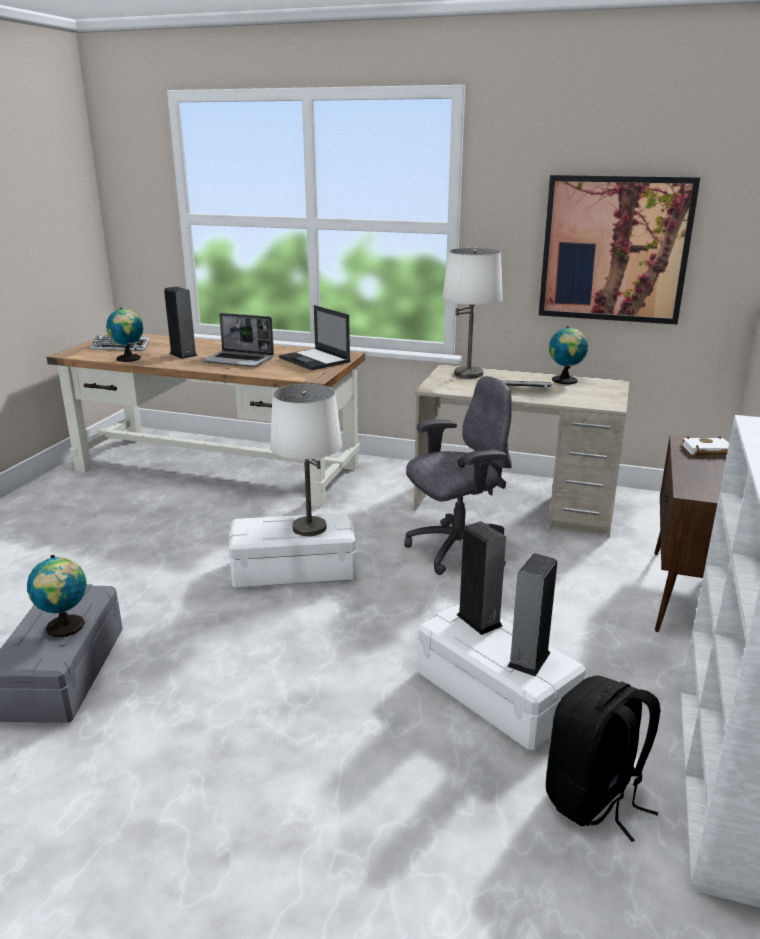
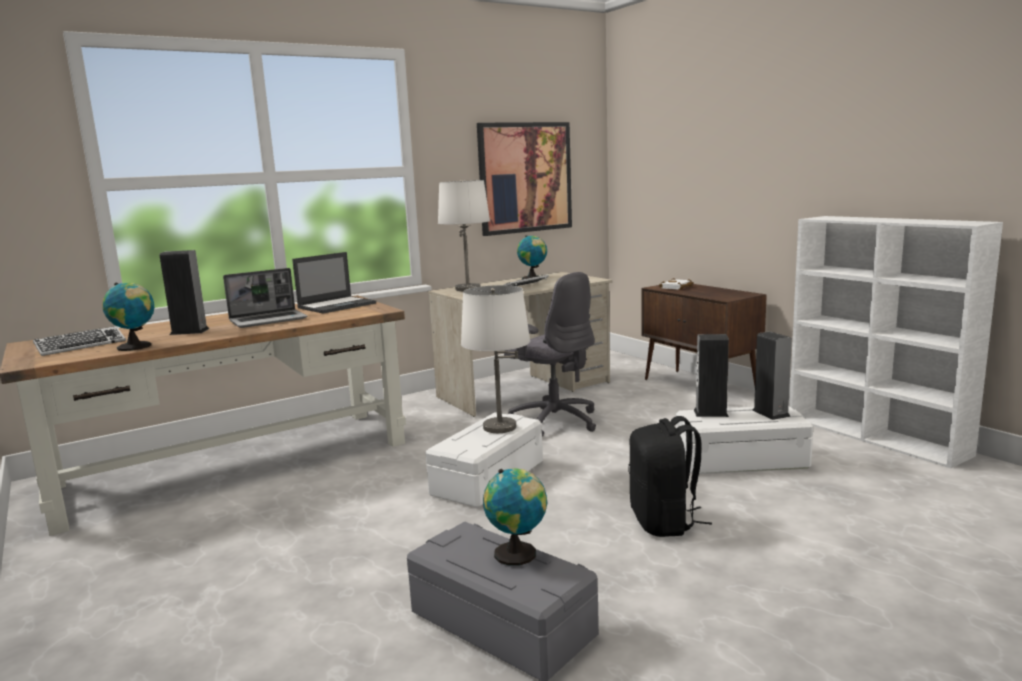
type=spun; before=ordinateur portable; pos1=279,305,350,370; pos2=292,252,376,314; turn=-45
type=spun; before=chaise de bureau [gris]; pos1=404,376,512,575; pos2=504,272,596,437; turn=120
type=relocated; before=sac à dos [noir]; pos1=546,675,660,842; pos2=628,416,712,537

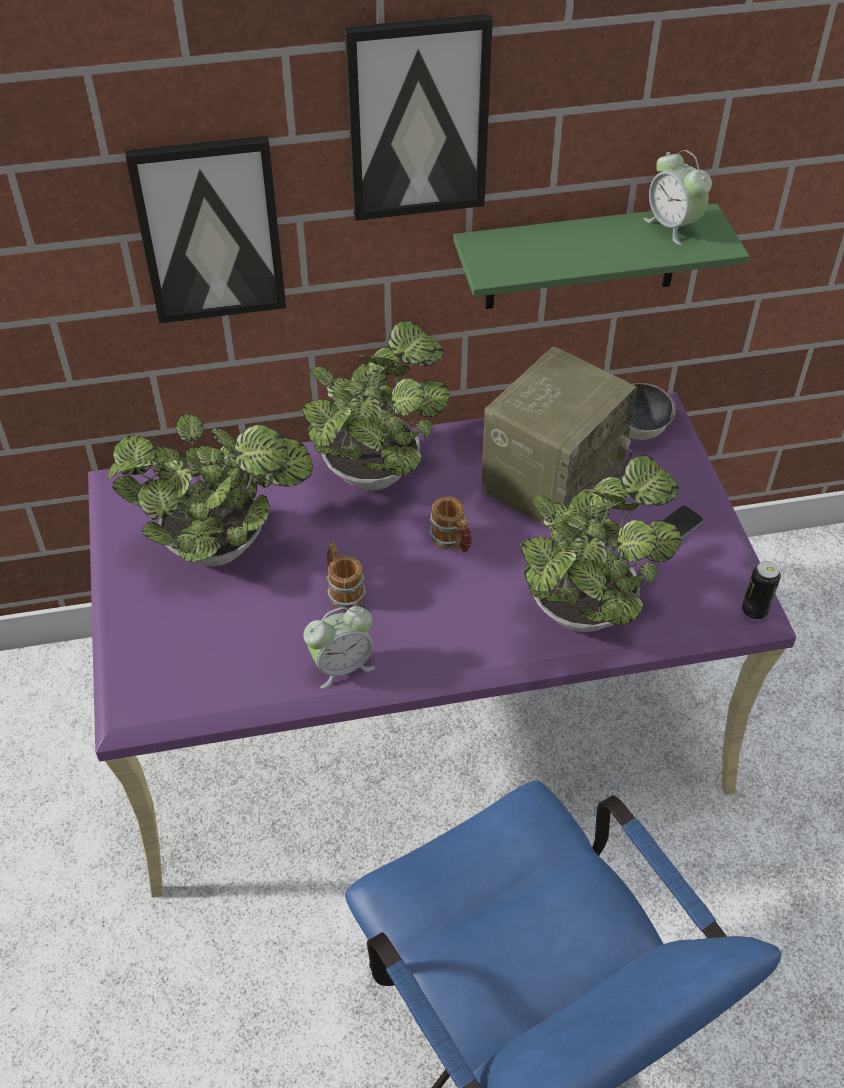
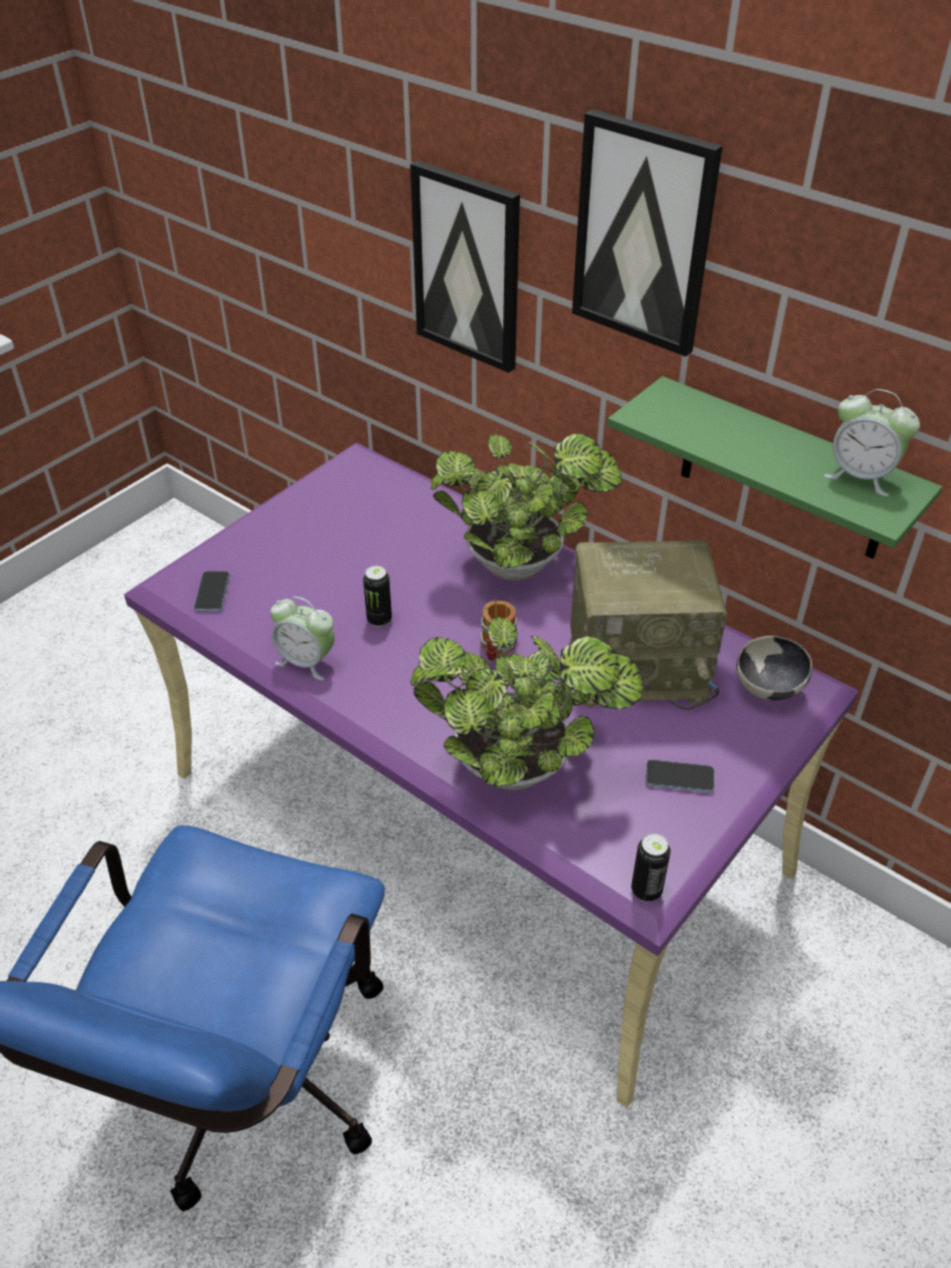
type=appeared; after=téléphone; pos2=194,571,230,612
type=exchanged; before=mug; after=boîte métallique; pos1=326,543,367,611; pos2=363,566,392,627
type=spun; before=réveil; pos1=644,150,712,245; pos2=824,389,920,496; turn=-75
type=missing; before=plante en pot; pos1=108,414,313,566

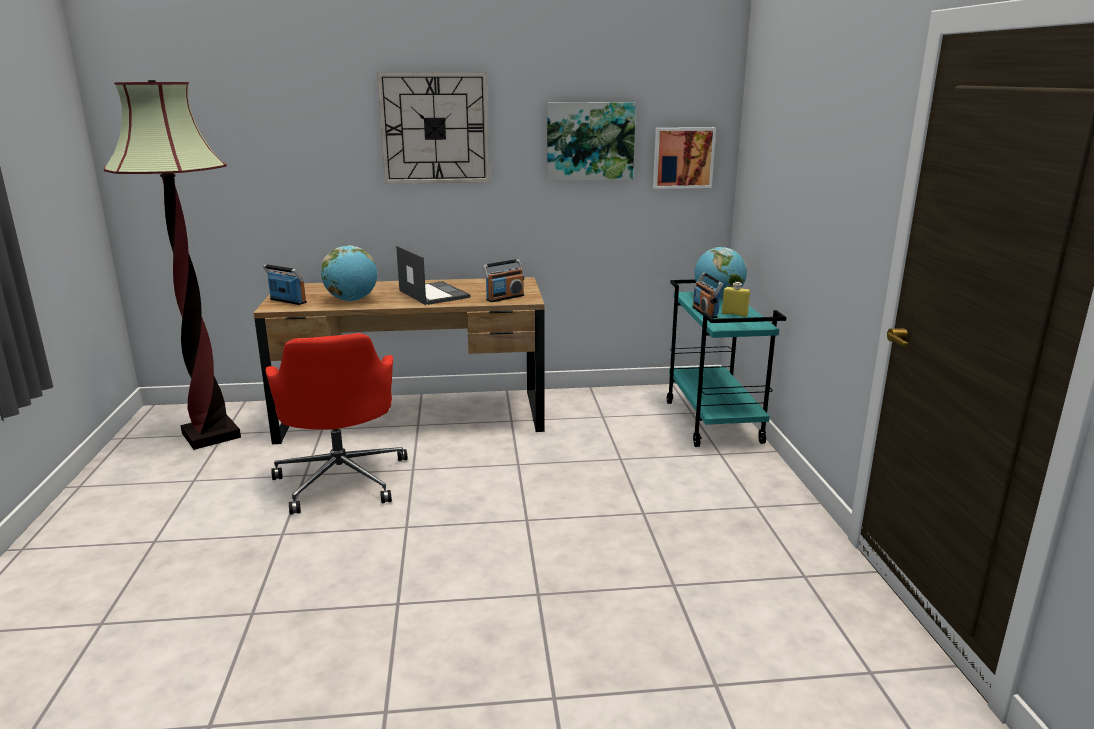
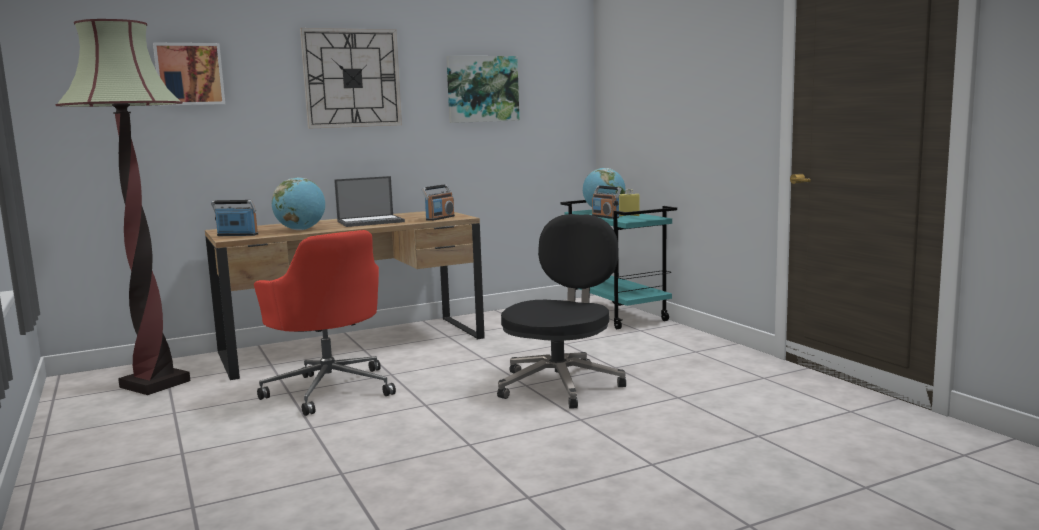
type=relocated; before=tableau; pos1=653,127,716,189; pos2=153,42,225,106
type=spun; before=ordinateur portable; pos1=396,246,470,305; pos2=334,176,405,227; turn=120
type=appeared; after=chaise de bureau [noir]; pos2=497,214,626,409

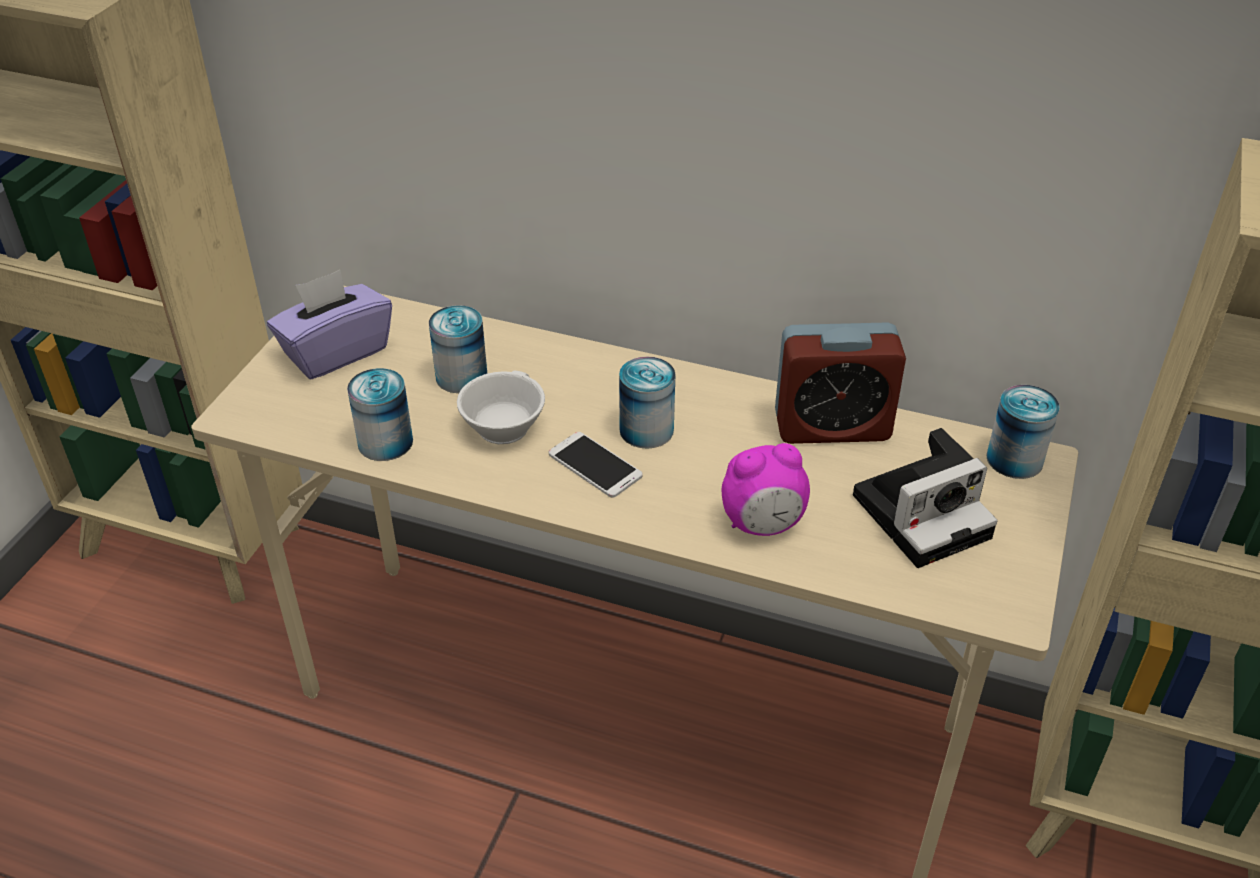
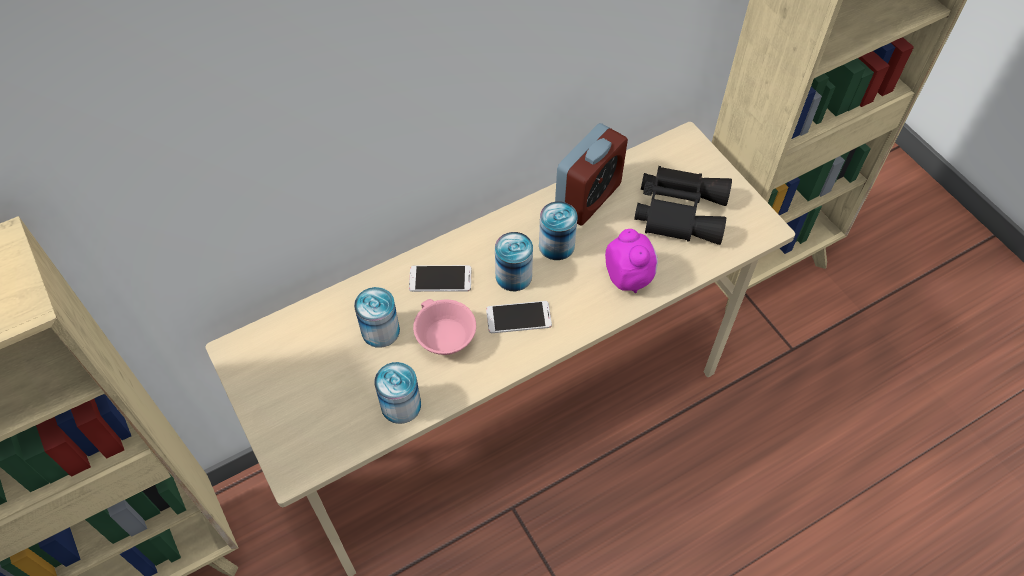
type=appeared; after=téléphone; pos2=409,265,471,292
type=colour; before=tasse [blanc]; after=tasse [rose]; pos1=457,371,545,444; pos2=413,299,476,355
type=relocated; before=boîte métallique; pos1=986,385,1060,479; pos2=539,201,578,260
type=spun; before=réveil; pos1=722,443,810,536; pos2=605,229,658,293; turn=-45
type=exchanged; before=appareil photo; after=jumelles [noir]; pos1=853,428,998,568; pos2=634,166,732,245
type=missing; before=boîte à mouchoirs [violet]; pos1=267,270,392,379

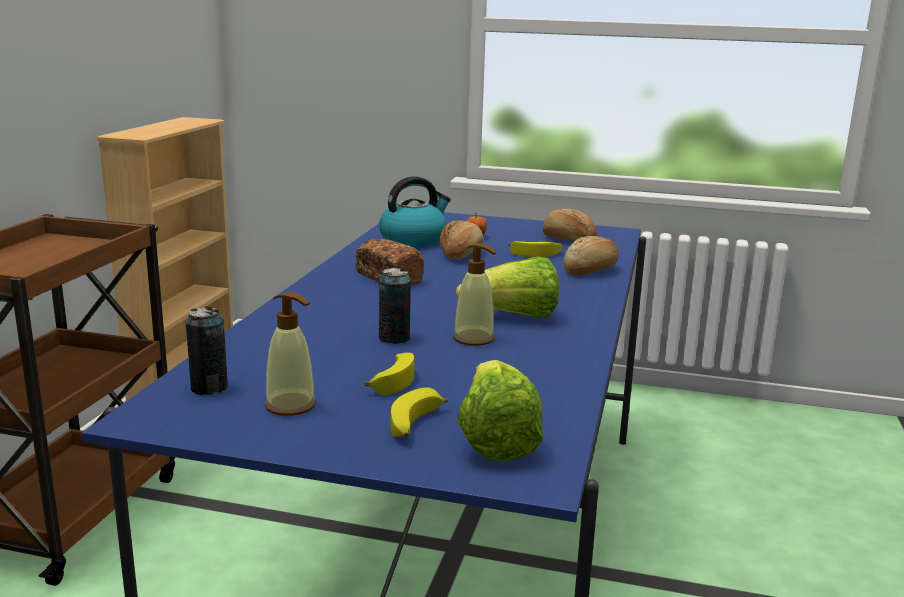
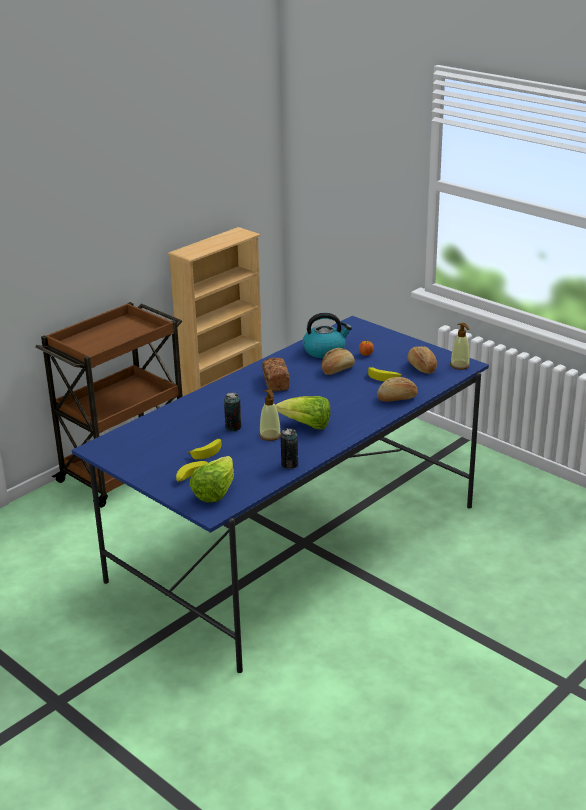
type=relocated; before=boîte métallique; pos1=186,306,228,395; pos2=281,428,298,469
type=relocated; before=distributeur de savon; pos1=265,292,316,416; pos2=450,323,470,370

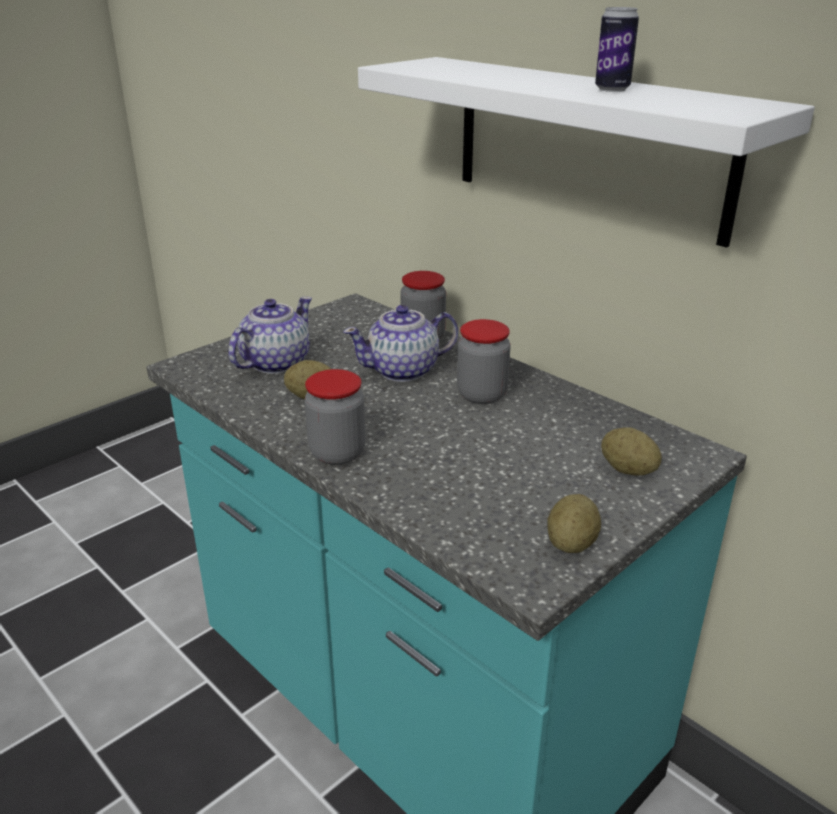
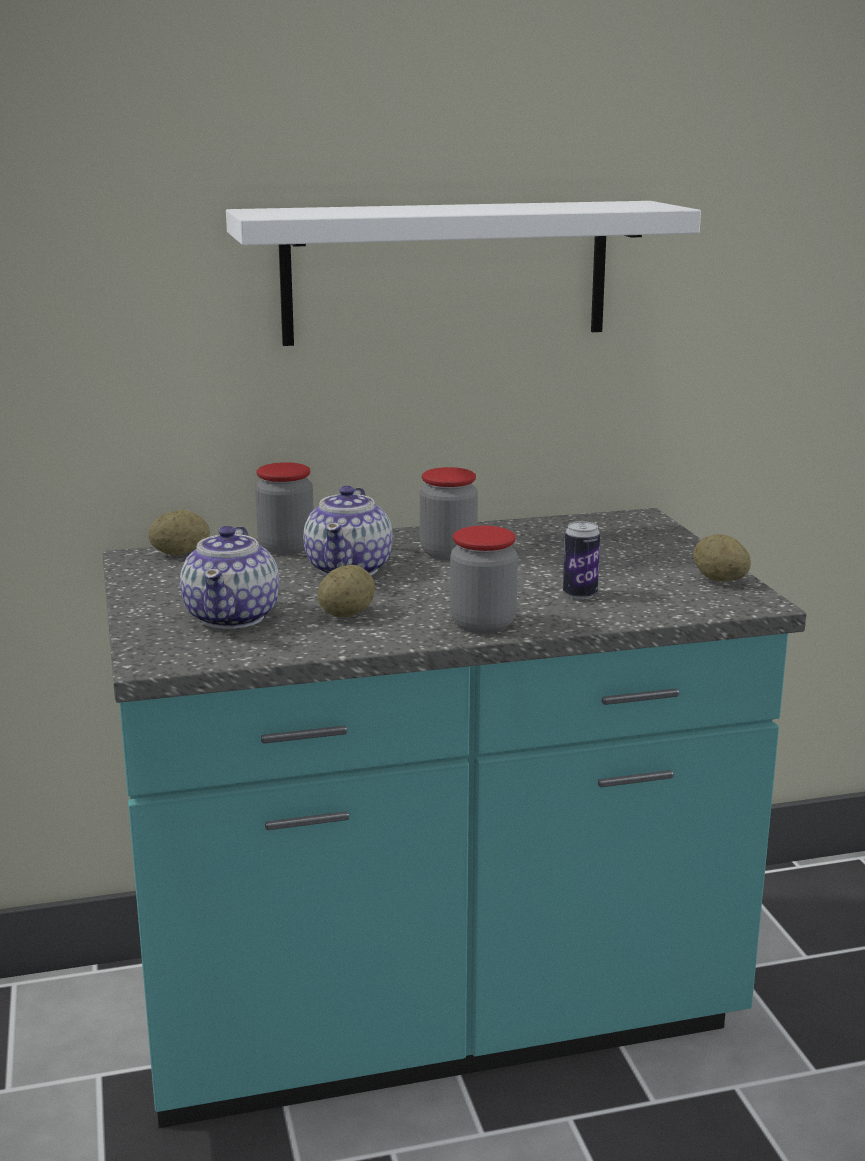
type=relocated; before=pomme de terre; pos1=601,427,662,476; pos2=148,510,210,556
type=spun; before=théière; pos1=228,297,312,374; pos2=180,526,279,629; turn=-150
type=relocated; before=boîte métallique; pos1=595,7,639,92; pos2=563,521,600,600

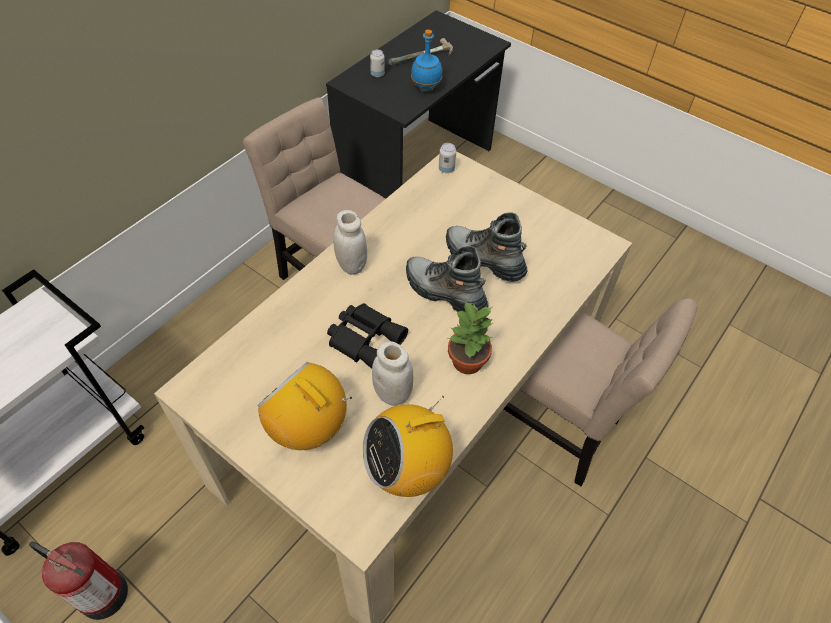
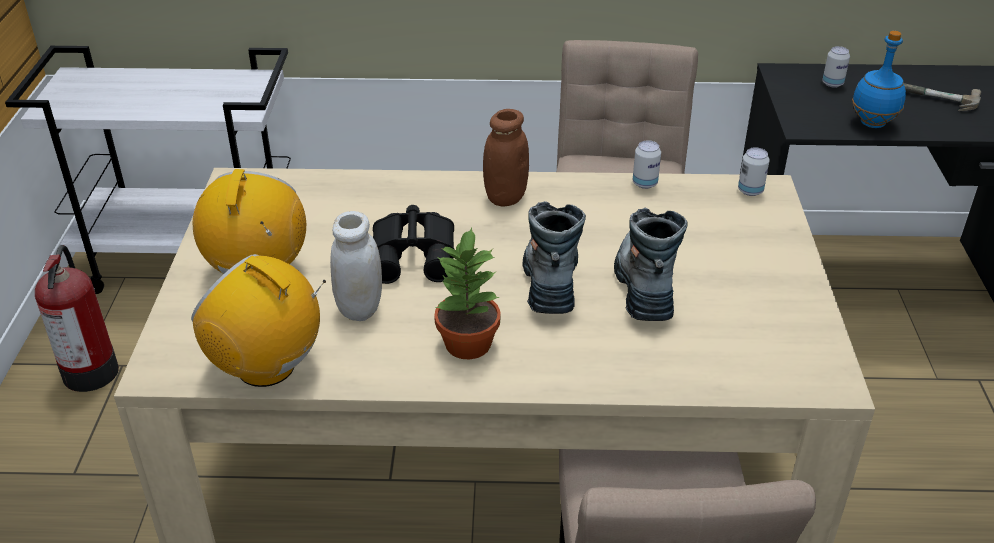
type=colour; before=bocal [blanc]; after=bocal [marron]; pos1=333,210,367,275; pos2=483,109,529,206
type=appeared; after=boîte métallique; pos2=633,140,661,189

